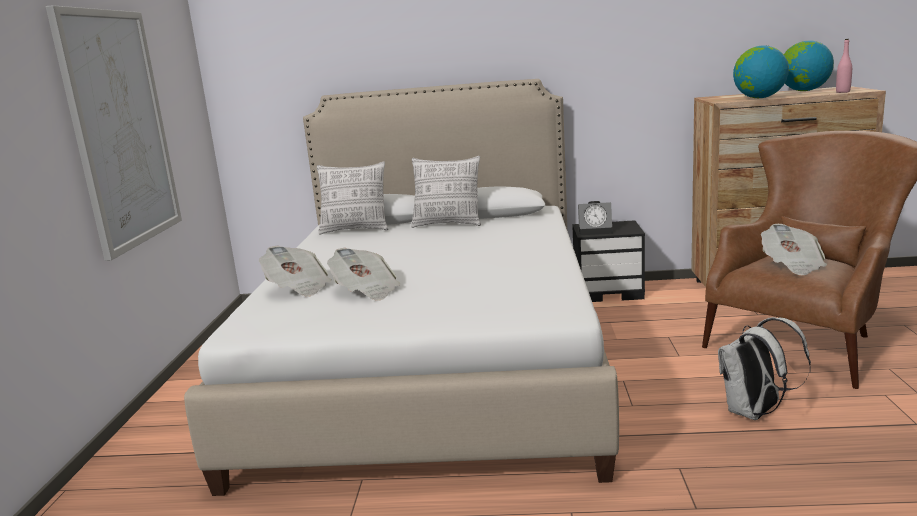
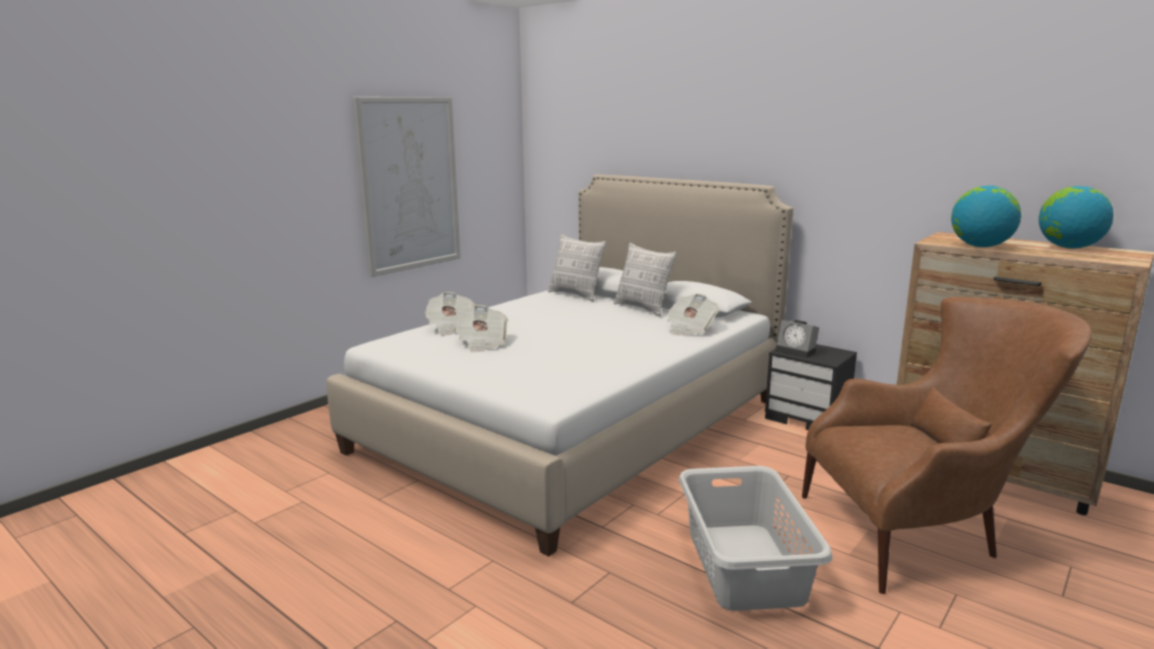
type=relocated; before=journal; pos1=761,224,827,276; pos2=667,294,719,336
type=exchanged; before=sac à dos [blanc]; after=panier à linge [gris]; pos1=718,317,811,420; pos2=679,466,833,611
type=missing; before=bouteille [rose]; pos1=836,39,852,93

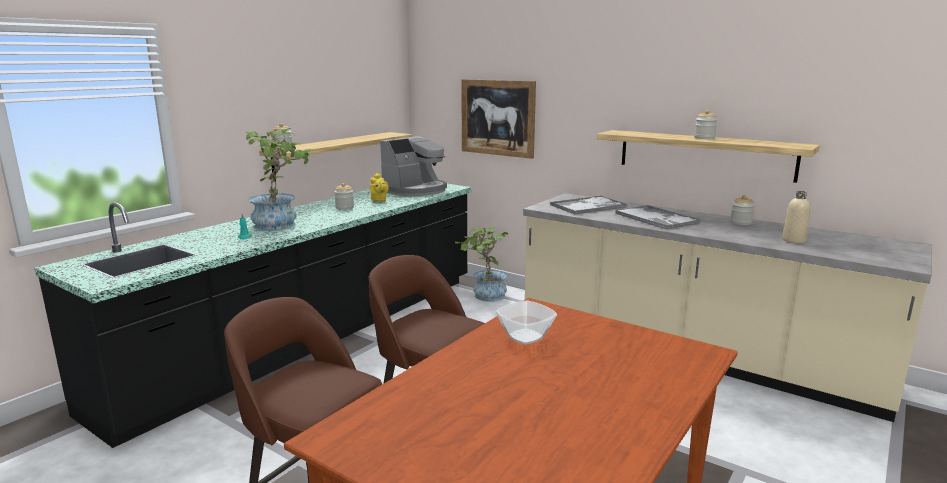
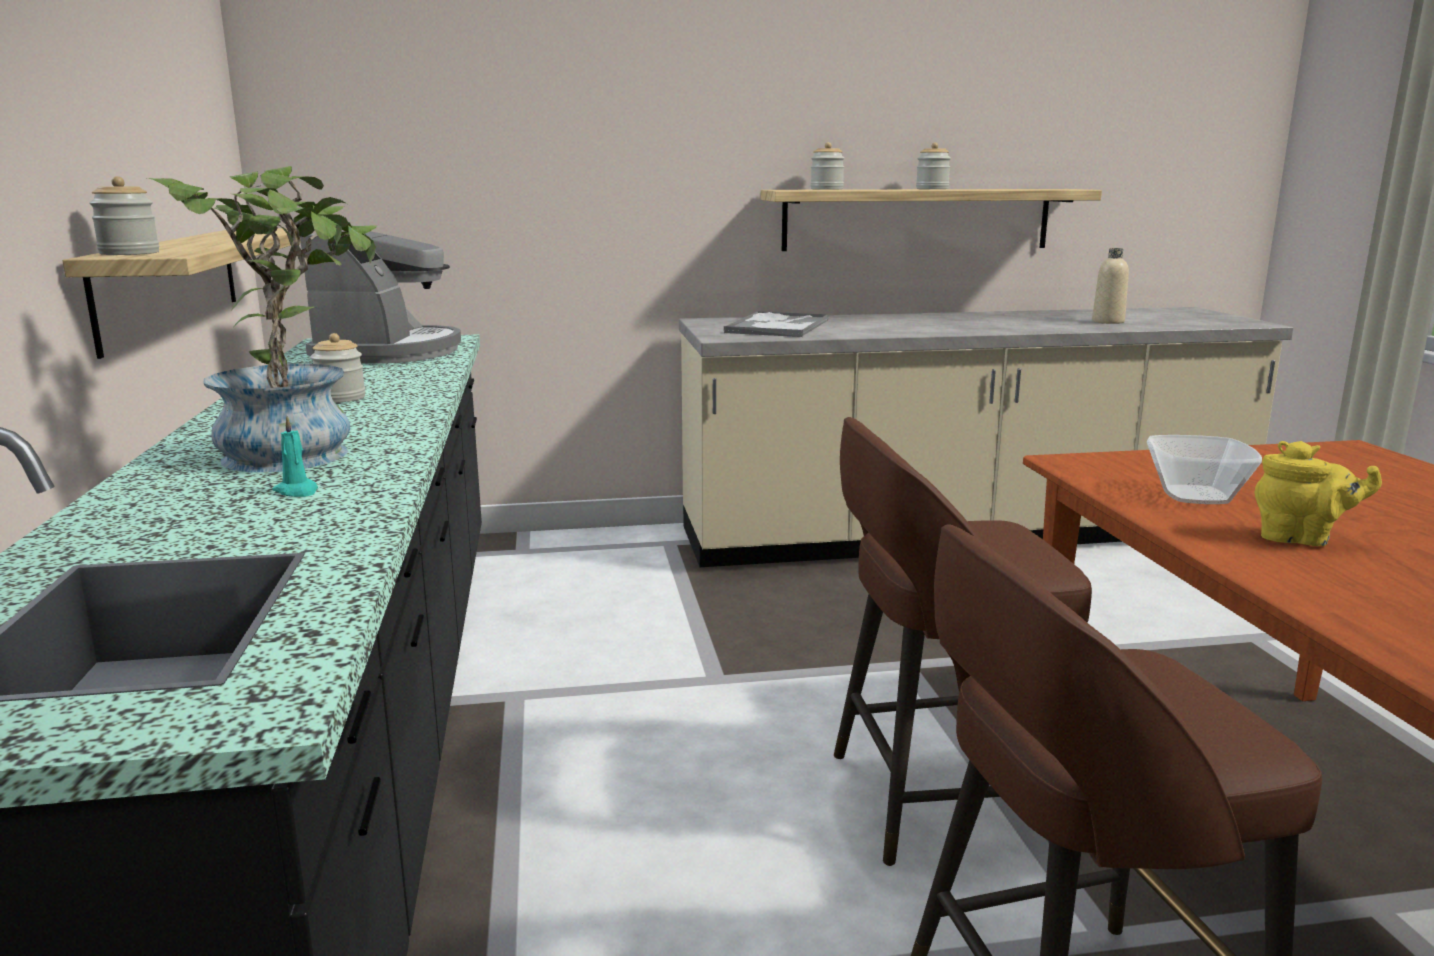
type=relocated; before=bocal; pos1=730,195,755,225; pos2=810,142,845,190
type=relocated; before=théière [jaune]; pos1=370,173,389,202; pos2=1255,441,1382,546
type=missing; before=plante en pot; pos1=455,227,510,302
type=missing; before=tableau; pos1=461,79,536,159
type=missing; before=plateau; pos1=615,205,700,230

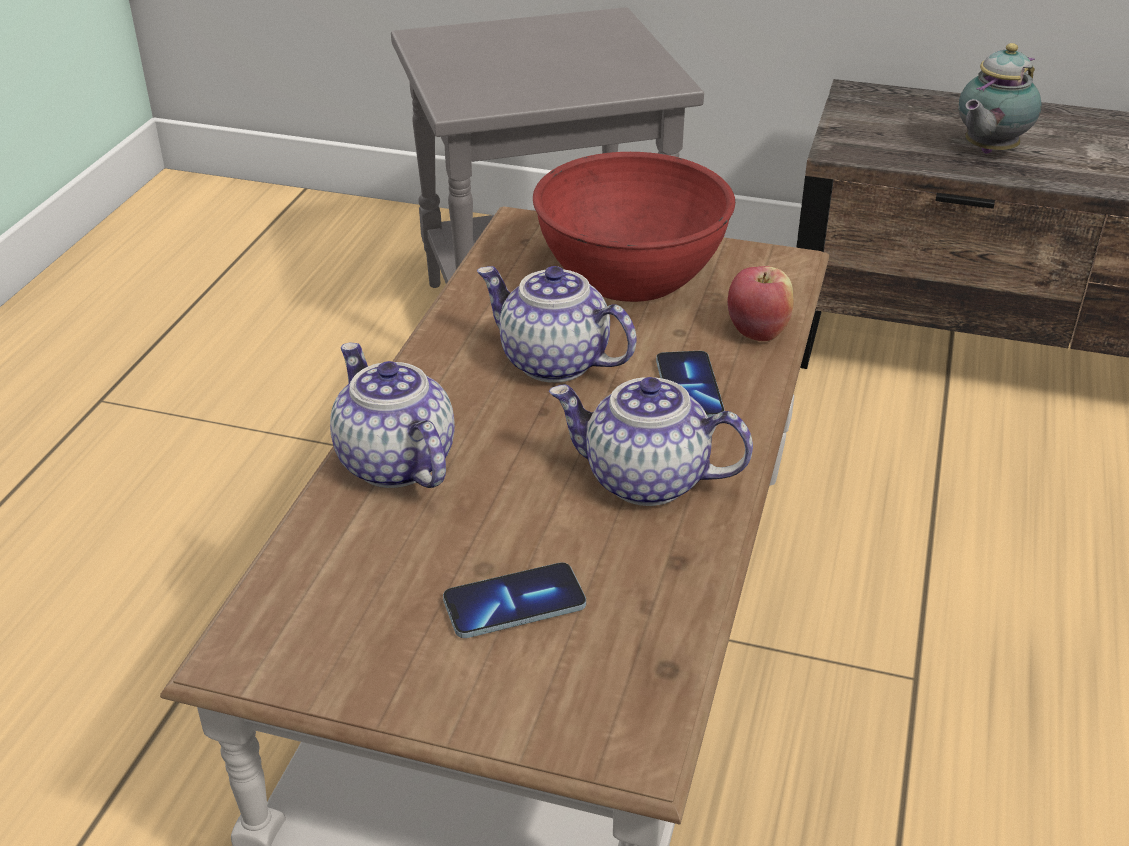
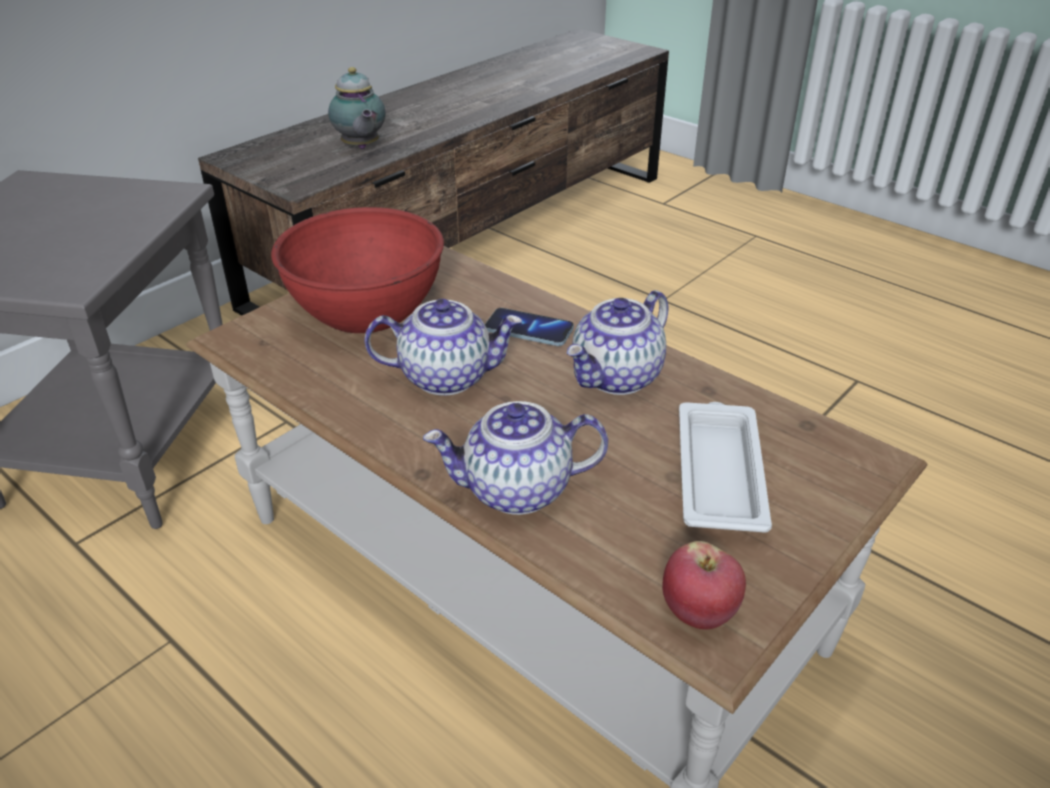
type=spun; before=théière; pos1=477,266,637,383; pos2=364,299,522,396; turn=-150
type=relocated; before=pomme; pos1=728,266,794,341; pos2=662,541,746,629
type=exchanged; before=téléphone; after=plateau [blanc]; pos1=443,562,586,638; pos2=679,402,772,533

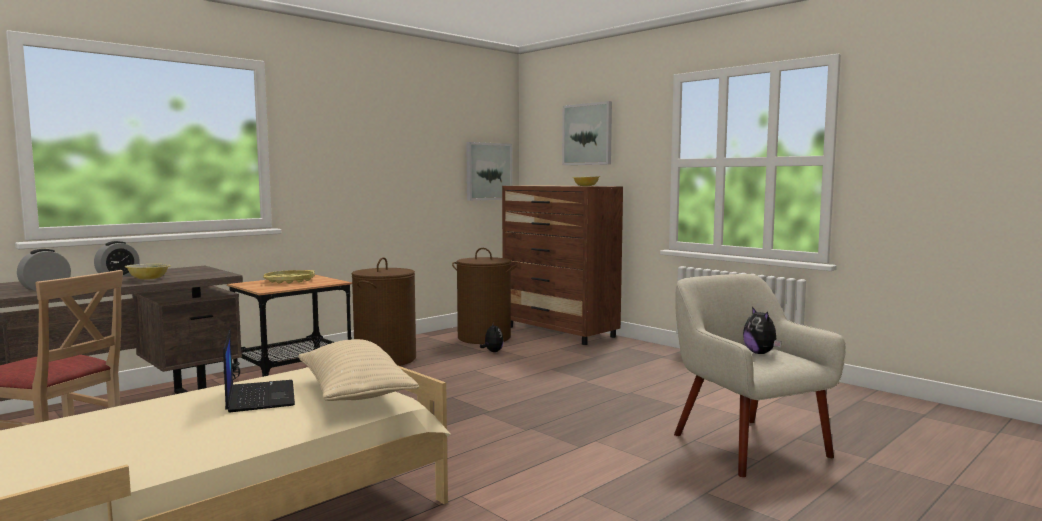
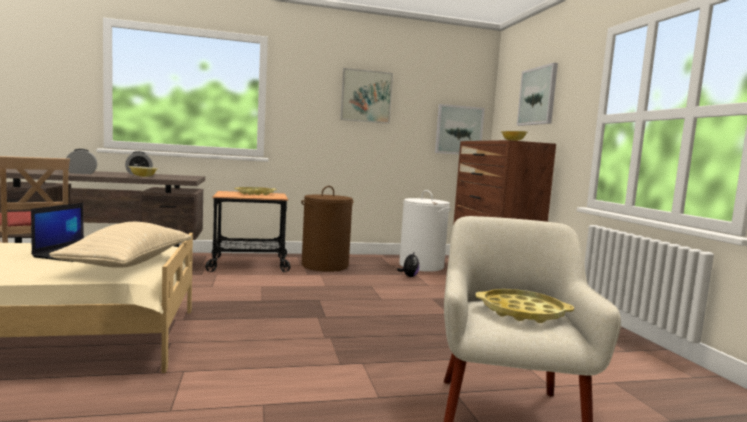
type=appeared; after=tableau; pos2=340,68,393,124
type=colour; before=panier à linge [marron]; after=panier à linge [blanc]; pos1=452,248,517,344; pos2=399,190,451,272
type=exchanged; before=peluche; after=plateau [jaune]; pos1=743,307,782,354; pos2=476,289,574,323

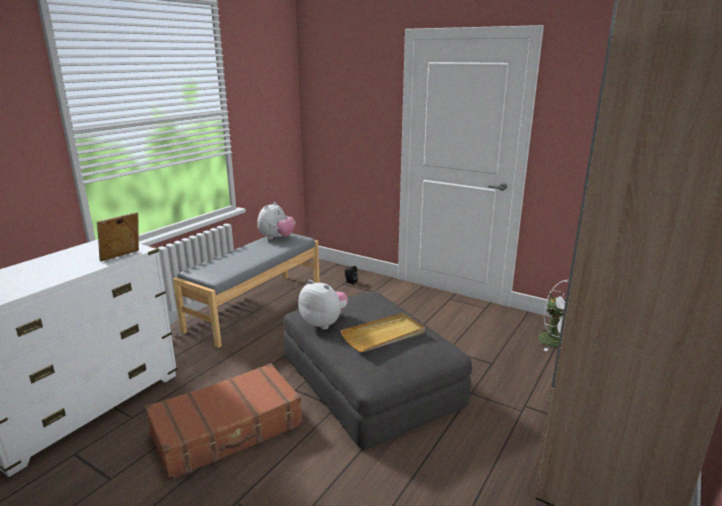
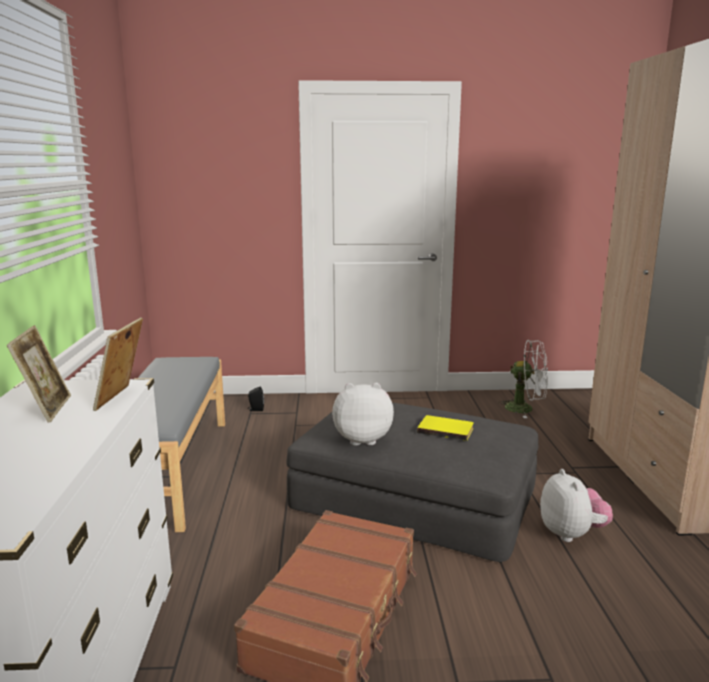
type=appeared; after=cadre photo; pos2=7,325,71,423
type=exchanged; before=plateau [beige]; after=livre [jaune]; pos1=340,313,425,352; pos2=417,415,474,441
type=relocated; before=peluche; pos1=258,202,295,240; pos2=540,469,613,542

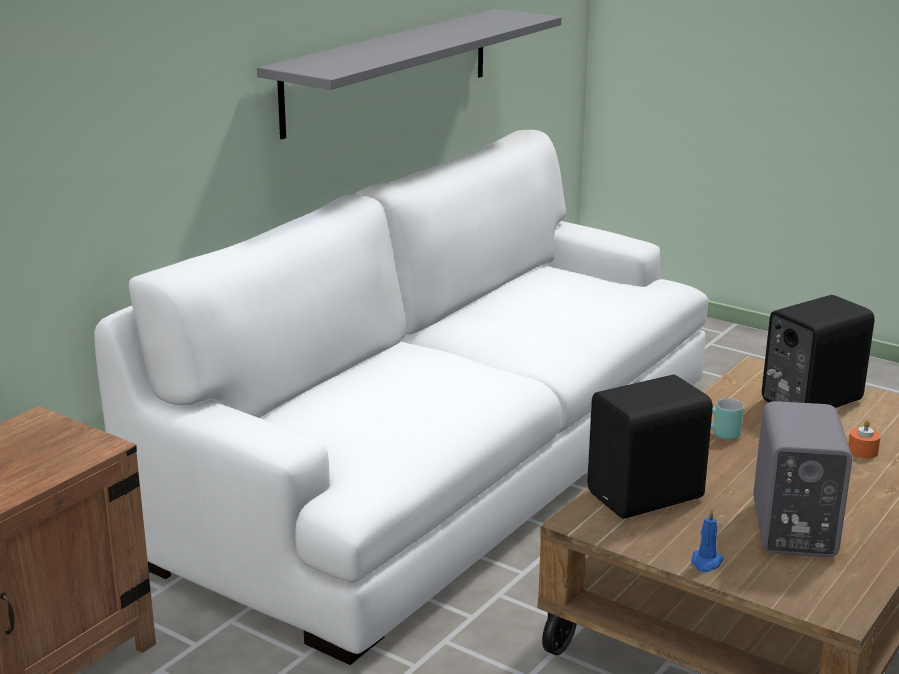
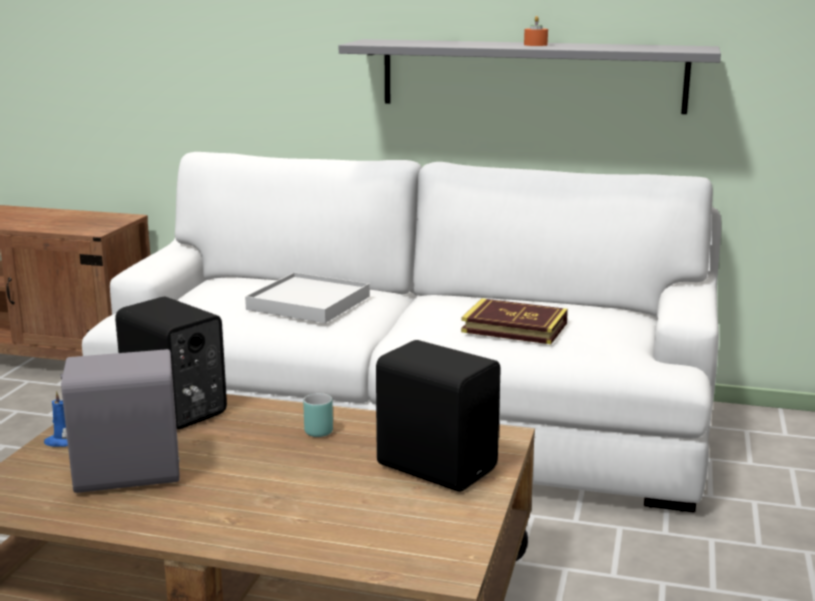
type=appeared; after=plateau [blanc]; pos2=245,272,370,323
type=appeared; after=livre; pos2=461,298,568,344
type=relocated; before=bougie [orange]; pos1=848,420,881,459; pos2=524,16,548,46

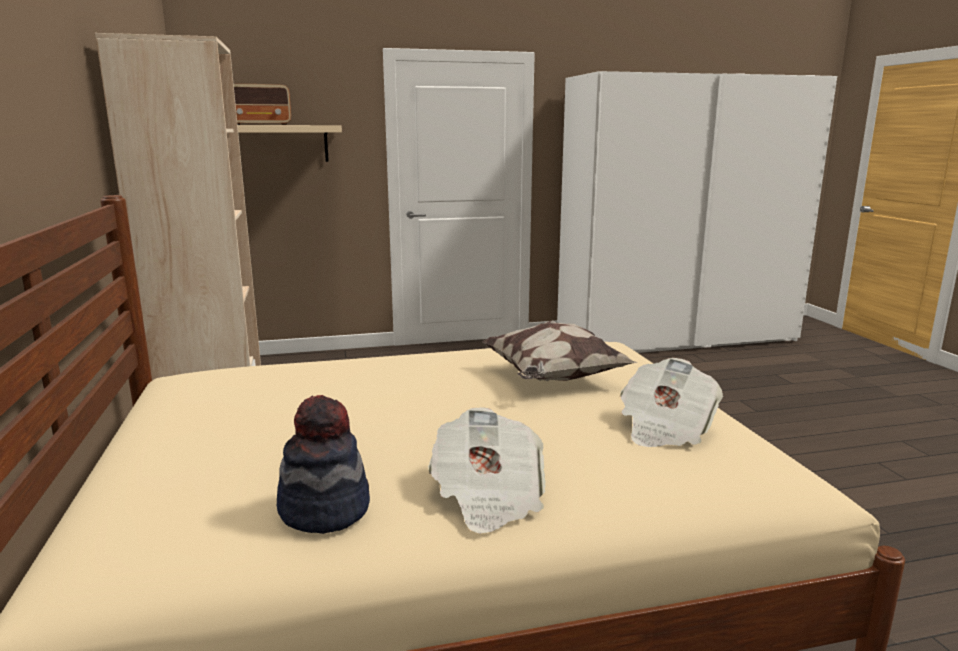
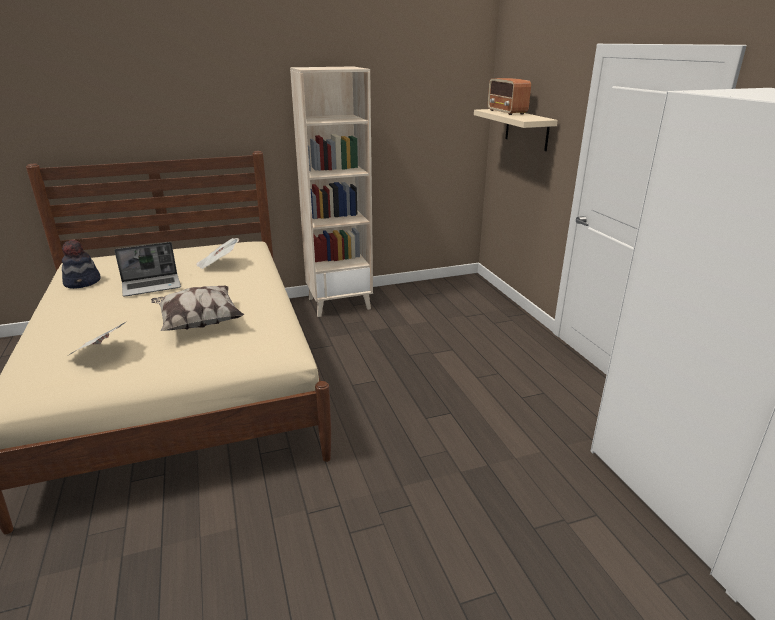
type=appeared; after=ordinateur portable; pos2=114,242,181,296
type=relocated; before=journal; pos1=428,407,546,534; pos2=196,238,239,269

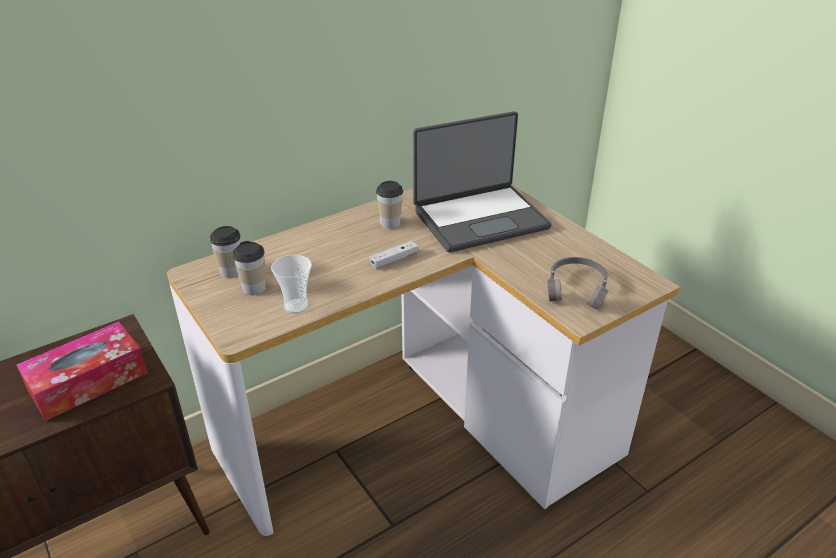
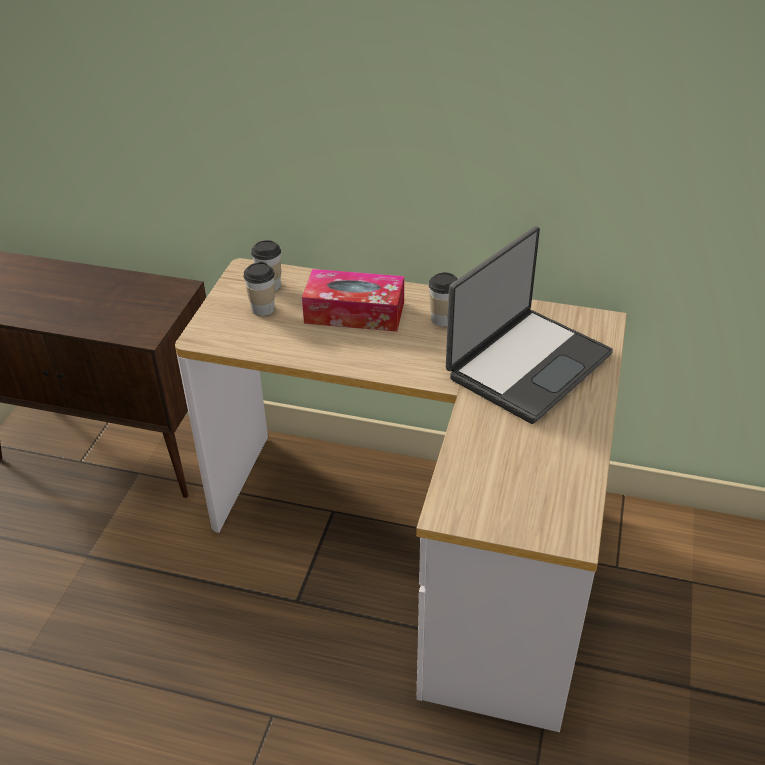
type=relocated; before=boîte à mouchoirs; pos1=17,322,147,421; pos2=302,269,404,332
type=spun; before=ordinateur portable; pos1=413,111,552,252; pos2=446,226,613,424; turn=-75
type=missing; before=tasse; pos1=271,255,312,314
type=missing; before=manette [blanc]; pos1=370,241,419,269
type=missing; before=casque audio [gris]; pos1=547,257,608,310

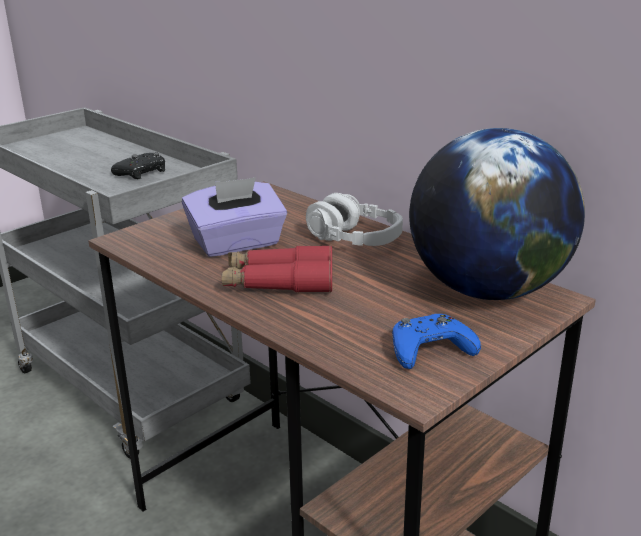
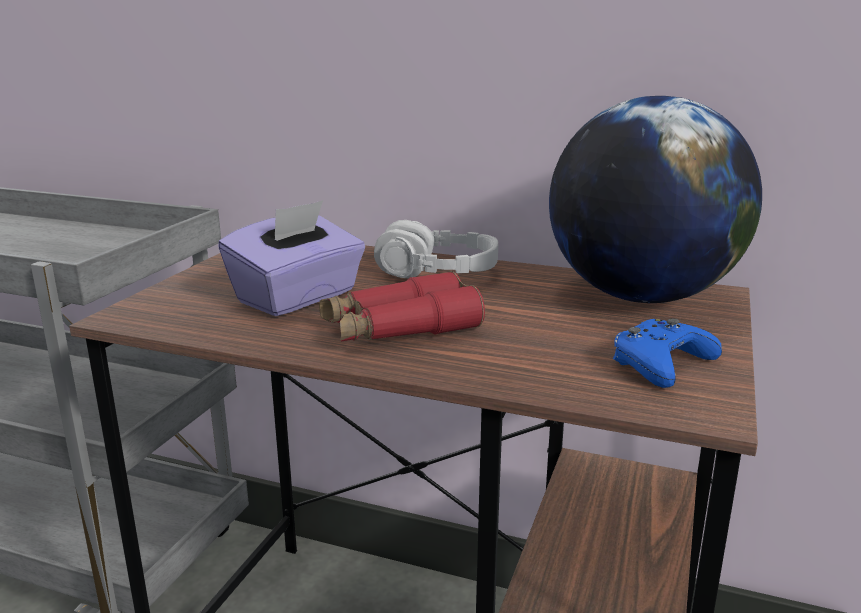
type=missing; before=manette [noir]; pos1=111,152,165,179

